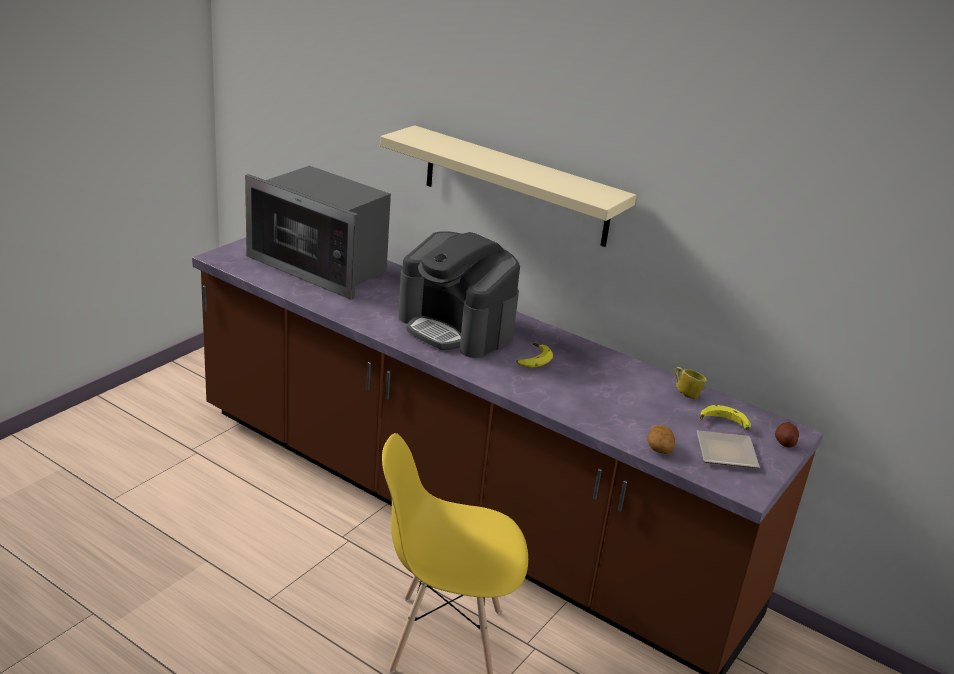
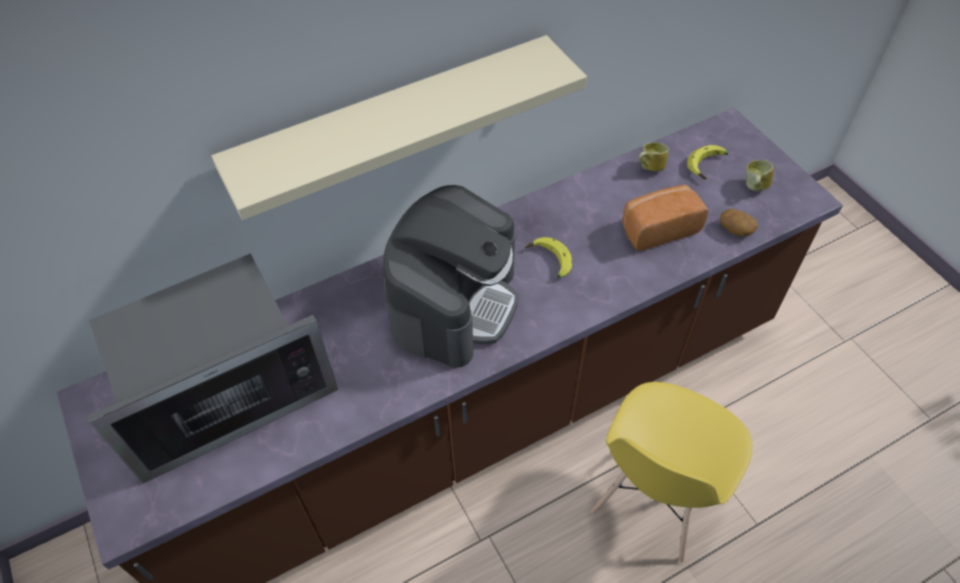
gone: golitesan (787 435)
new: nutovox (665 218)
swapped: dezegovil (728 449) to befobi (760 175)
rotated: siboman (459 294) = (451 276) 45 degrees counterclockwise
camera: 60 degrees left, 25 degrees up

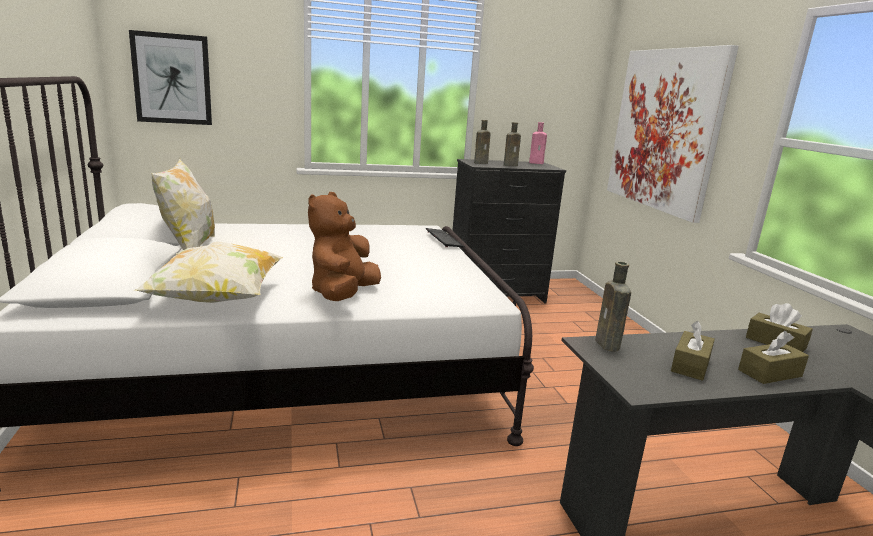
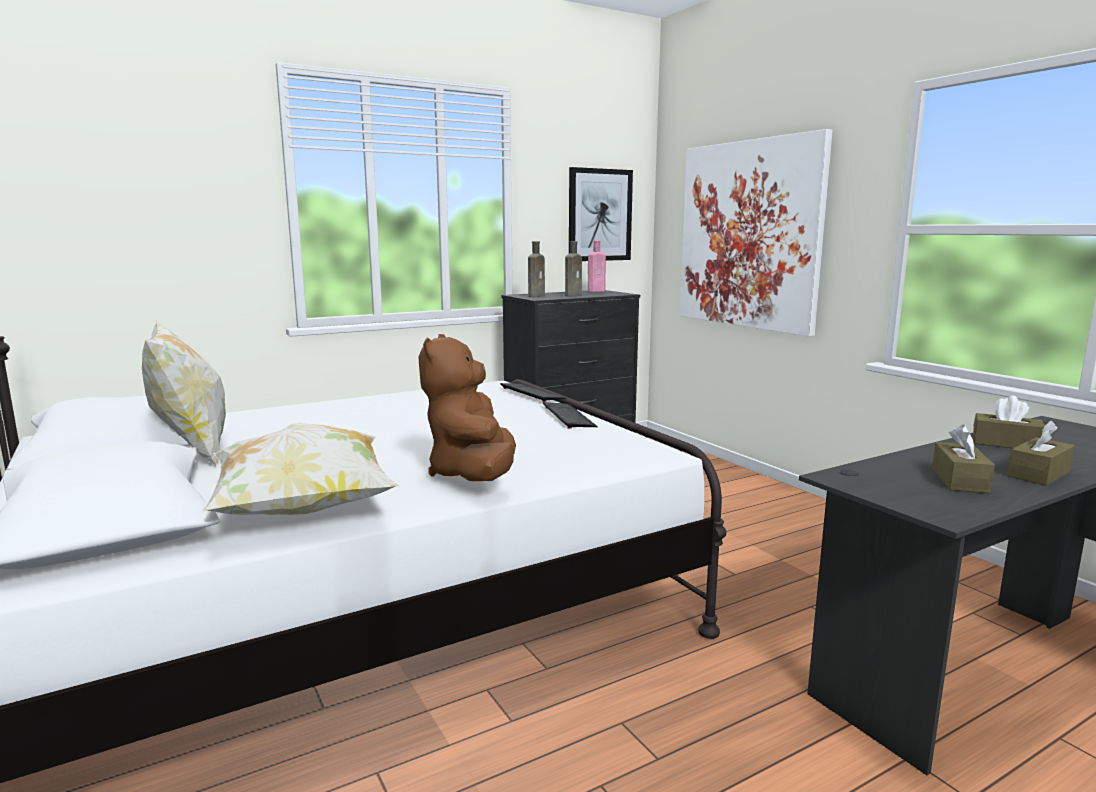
gone: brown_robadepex (613 306)
new: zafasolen (570 415)
shifted: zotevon (170 77) to (601 214)
camera: 15 degrees left, 5 degrees down

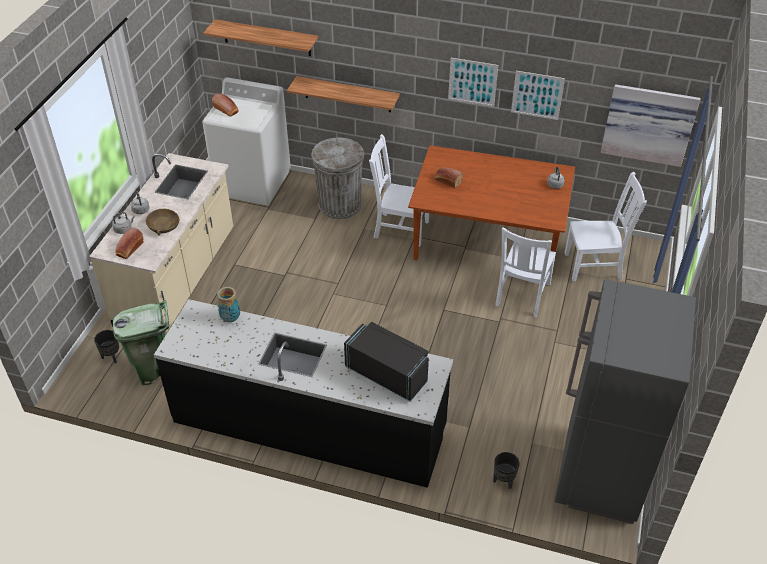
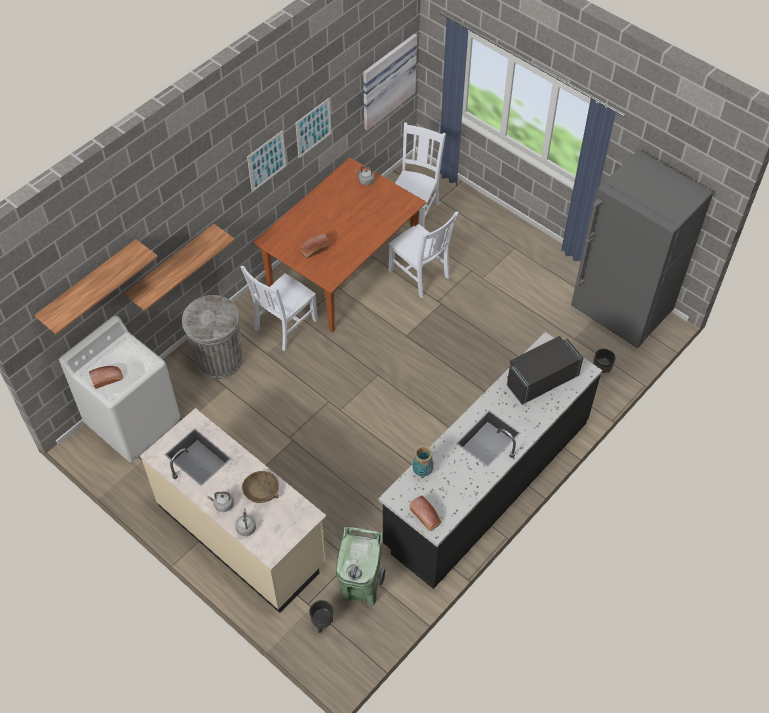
shifted: nutovox (129 243) to (425 513)
camera: 65 degrees left, 10 degrees up

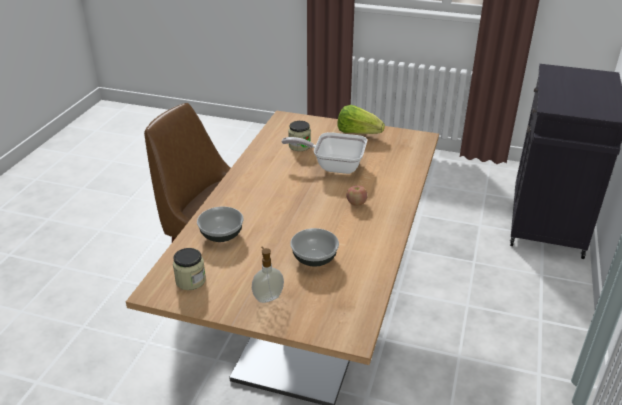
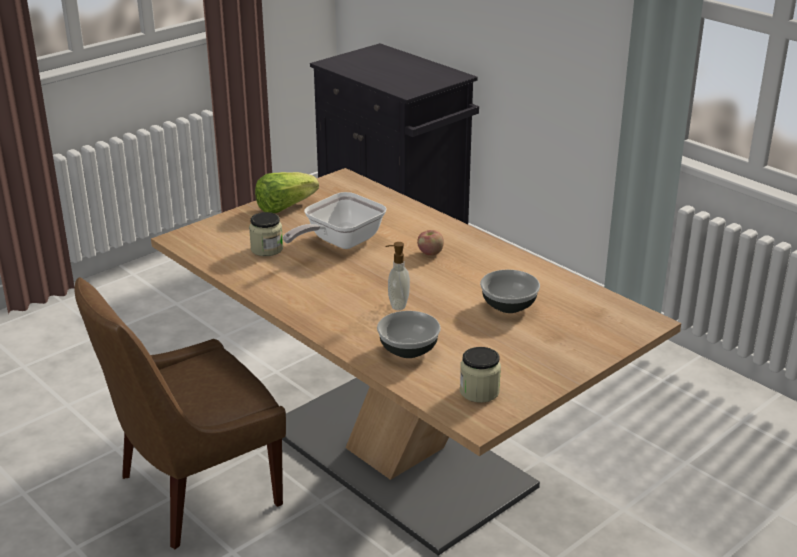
shifted: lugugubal (268 274) to (397 276)
camera: 60 degrees left, 5 degrees down

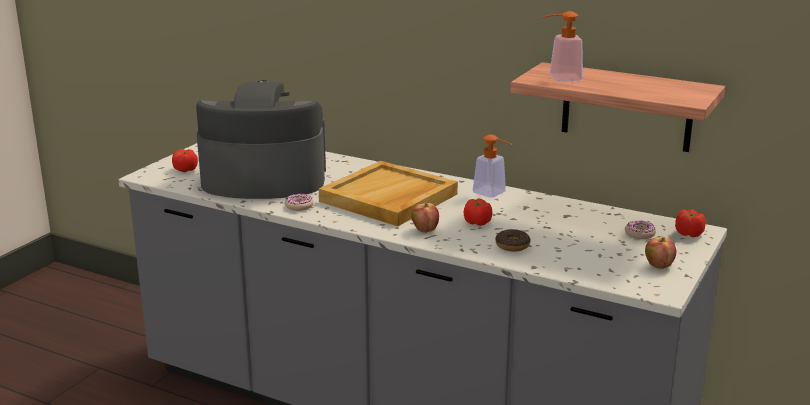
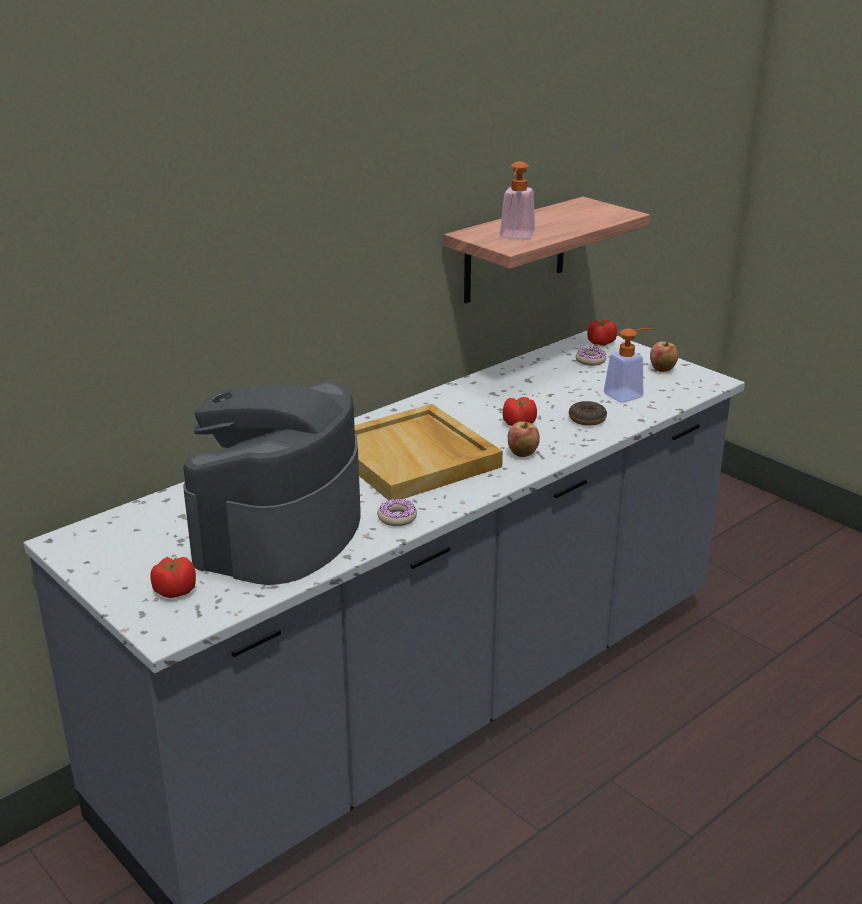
shifted: lugugubal (492 166) to (628 365)
camera: 70 degrees left, 5 degrees up

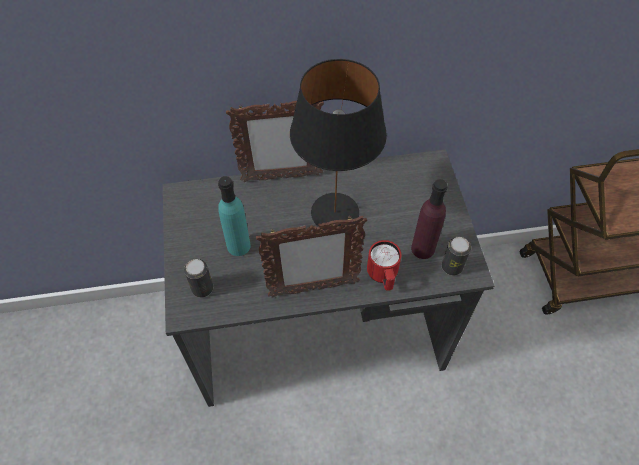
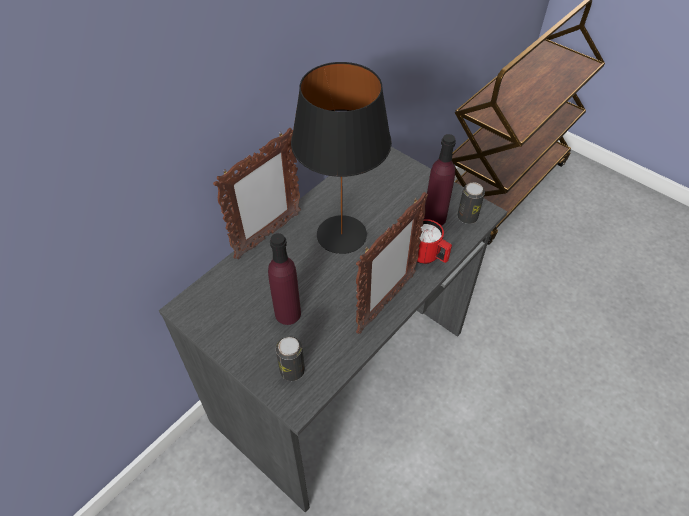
repainted: turquoise_robadepex (234 216) to purple_robadepex (284 279)
camera: 40 degrees left, 5 degrees down

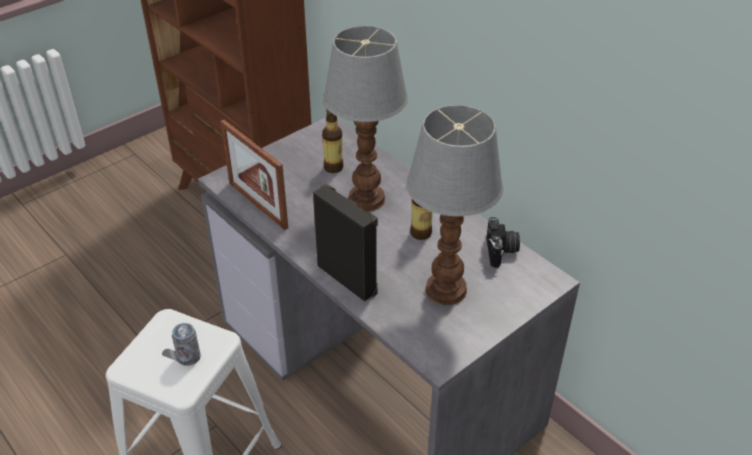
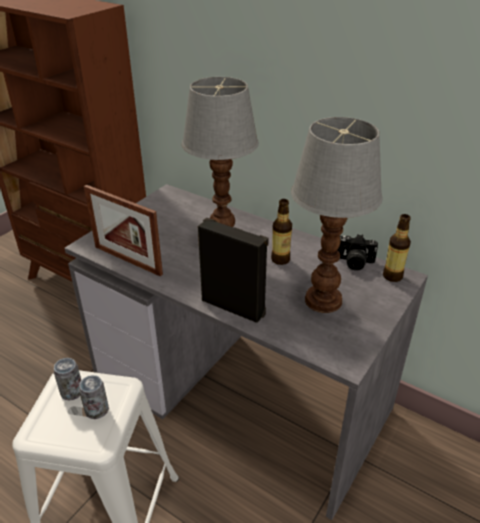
new: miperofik (67 379)
shifted: robadepex (333 141) to (397 248)
rotated: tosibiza (503 242) = (358 252) 120 degrees clockwise
camera: 15 degrees left, 5 degrees down

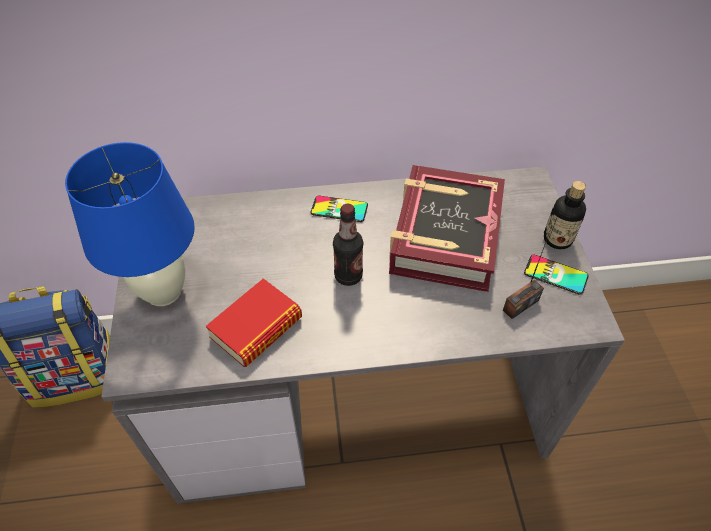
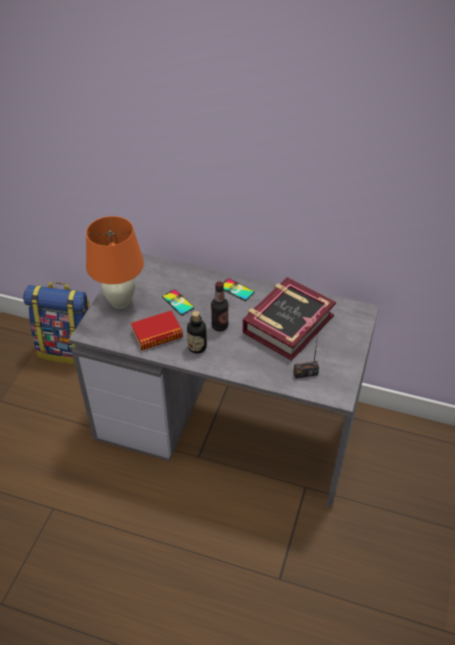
shifted: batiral (556 274) to (178 302); robadepex (565 215) to (197 332)
repainted: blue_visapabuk (130 224) to orange_visapabuk (115 262)
camera: 25 degrees right, 5 degrees down

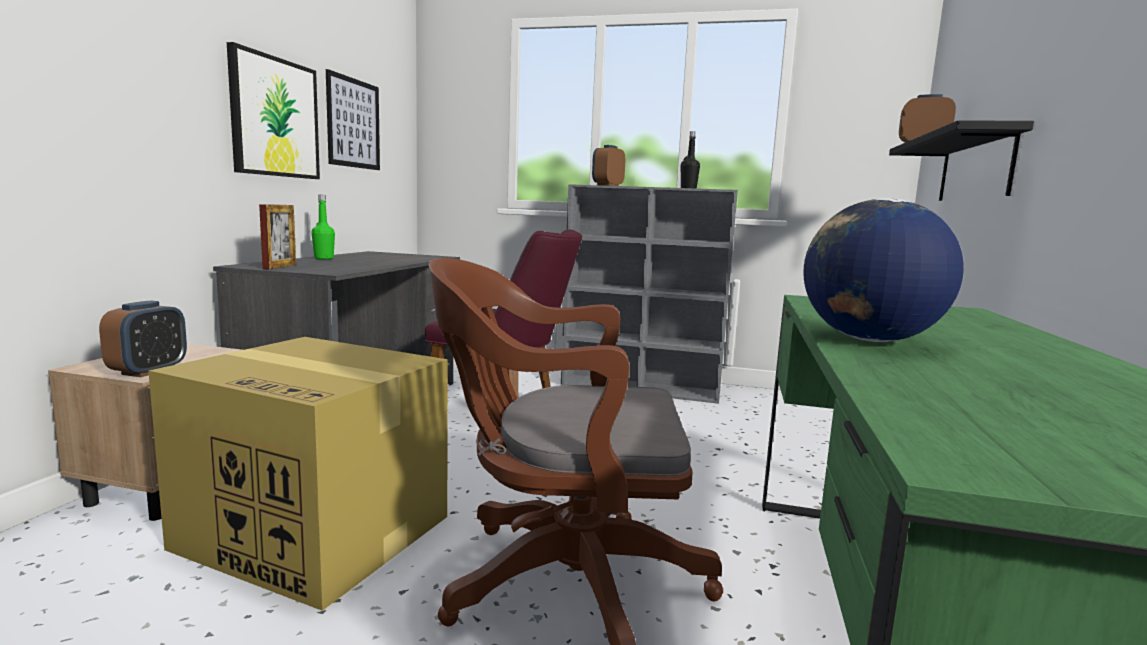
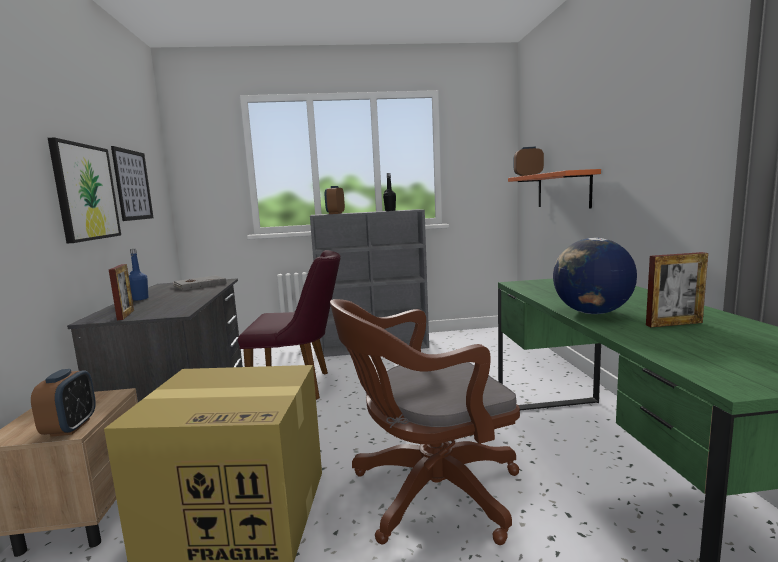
new: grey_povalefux (199 283); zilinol (677 289)
repainted: green_robadepex (323 226) to blue_robadepex (139 274); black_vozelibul (961 160) to orange_vozelibul (554 189)
camera: 20 degrees left, 0 degrees up

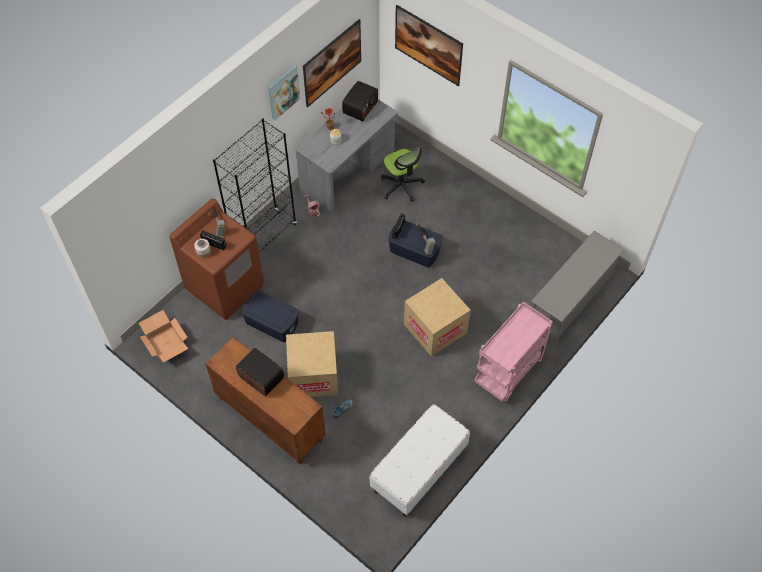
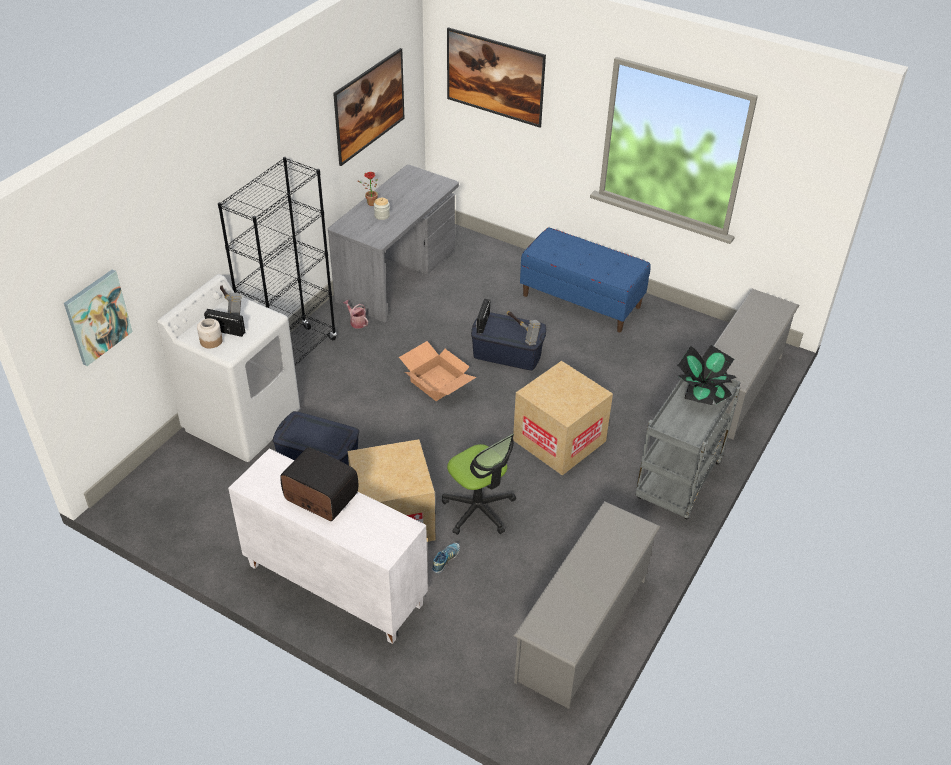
gone: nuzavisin (360 101)
new: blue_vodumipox (585 279); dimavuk (707 375)
shifted: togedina (163 336) to (437 371); zotevon (284 92) to (98 317); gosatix (403 174) to (479 484)
swapped: white_vodumipox (419 460) to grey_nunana (587 605)
repainted: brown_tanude (216 259) to white_tanude (228 368); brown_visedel (265 400) to white_visedel (328 546); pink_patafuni (513 352) to grey_patafuni (688 446)
camera: 10 degrees left, 15 degrees down

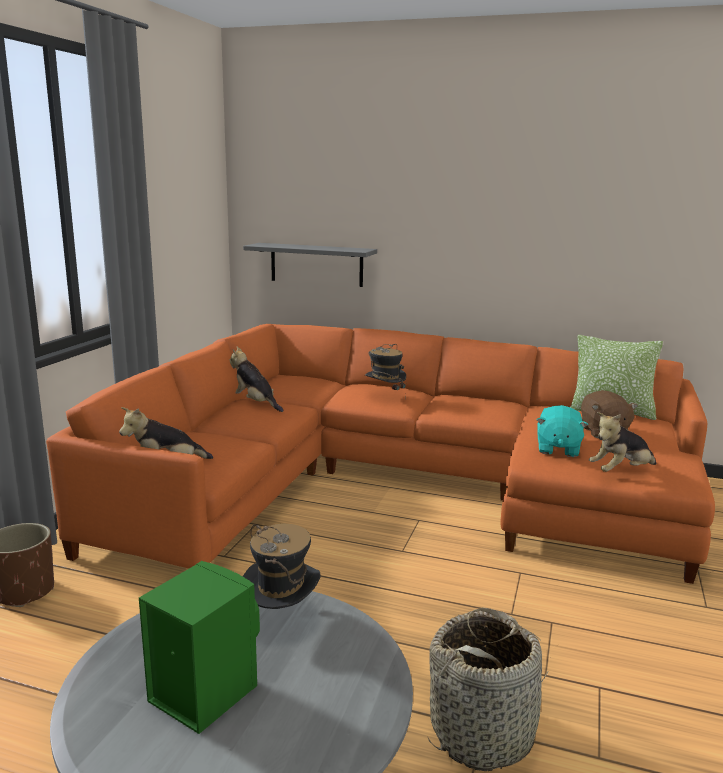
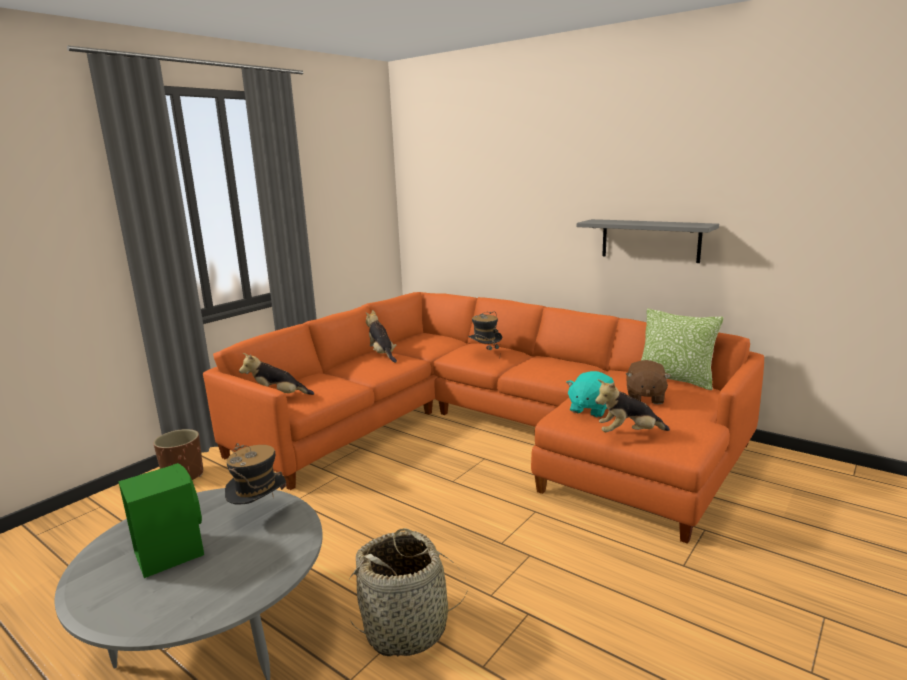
shifted: grey_vozelibul (310 265) to (648 241)
camera: 20 degrees right, 0 degrees up

